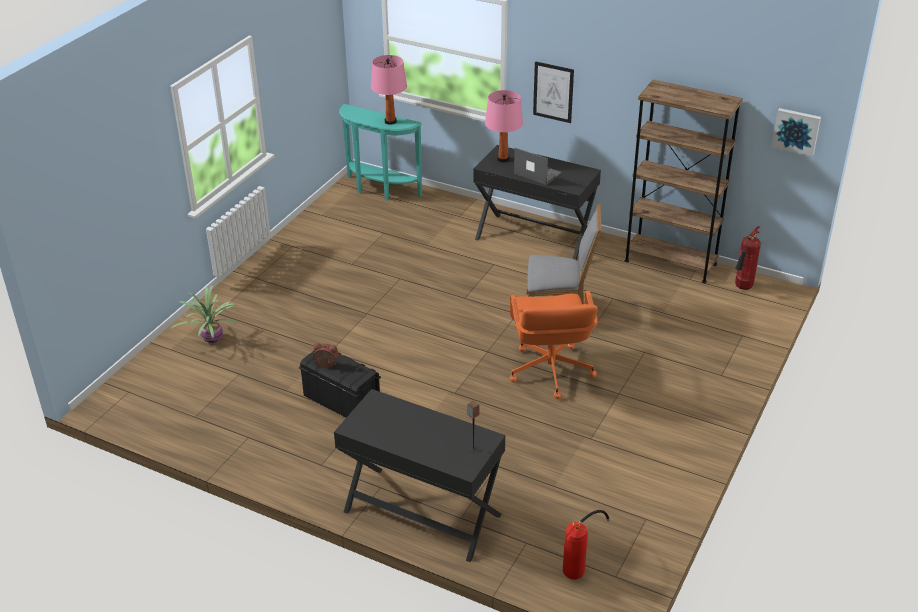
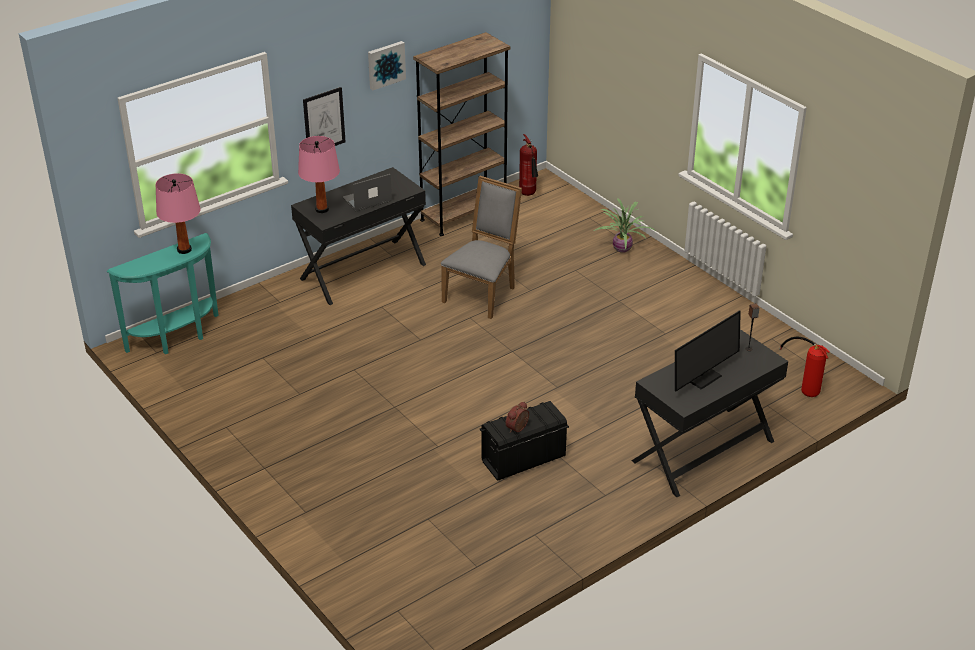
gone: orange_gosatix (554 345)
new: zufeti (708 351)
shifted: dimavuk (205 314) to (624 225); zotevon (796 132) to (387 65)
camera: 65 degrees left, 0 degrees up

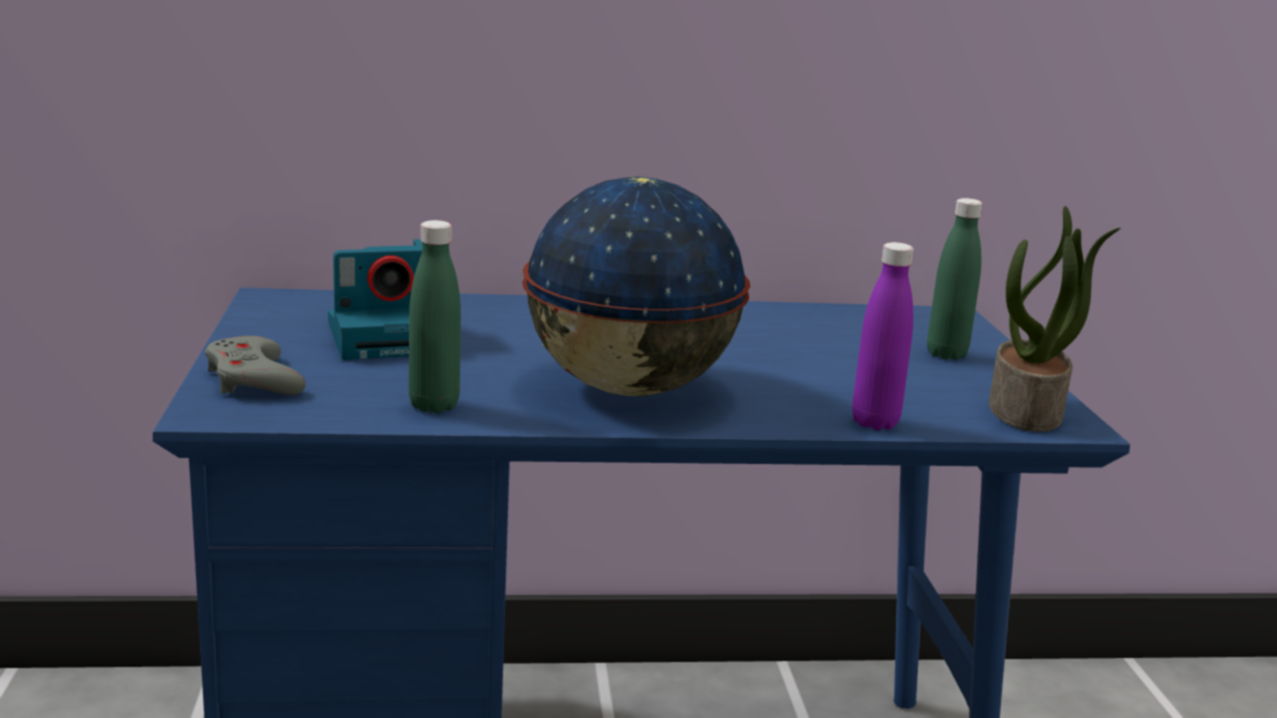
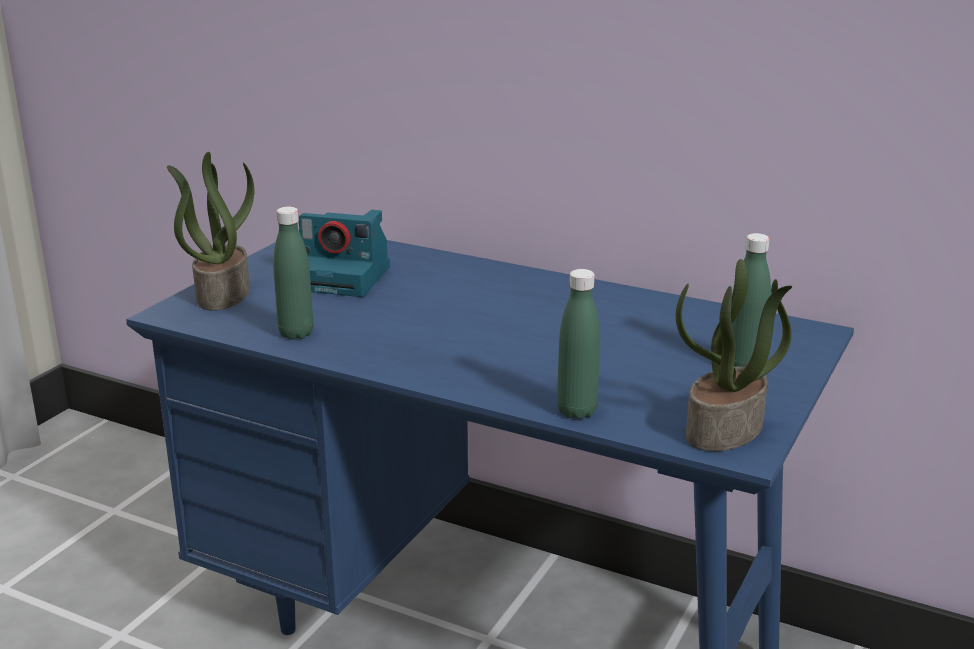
gone: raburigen (636 286)
swapped: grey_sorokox (255 365) to dimavuk (210 231)
repainted: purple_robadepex (883 336) to green_robadepex (578 344)
camera: 35 degrees right, 5 degrees up

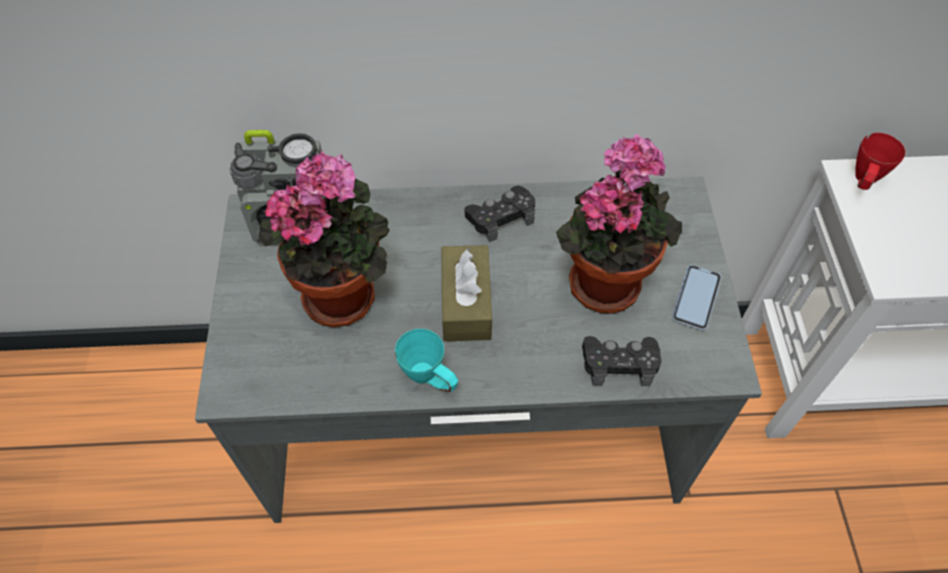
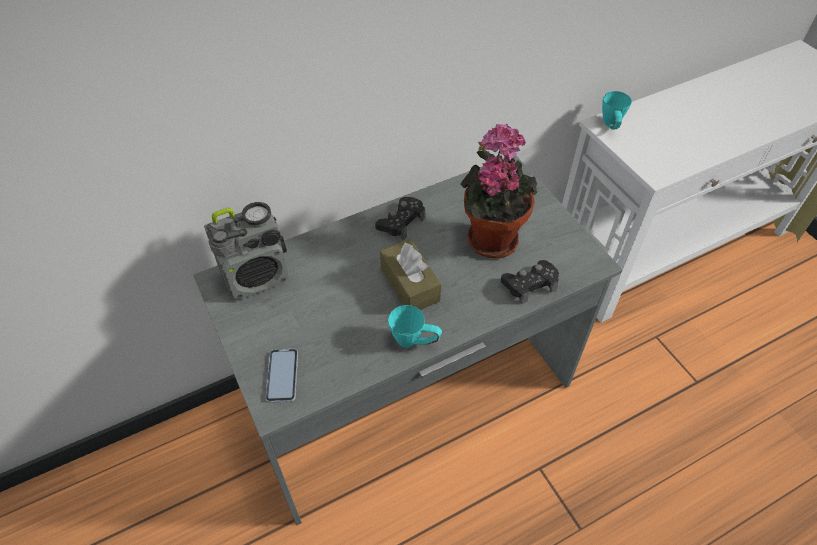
gone: dimavuk (324 238)
shifted: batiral (697 298) to (282 376)
repainted: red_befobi (880 161) to turquoise_befobi (617 110)
camera: 25 degrees left, 5 degrees down

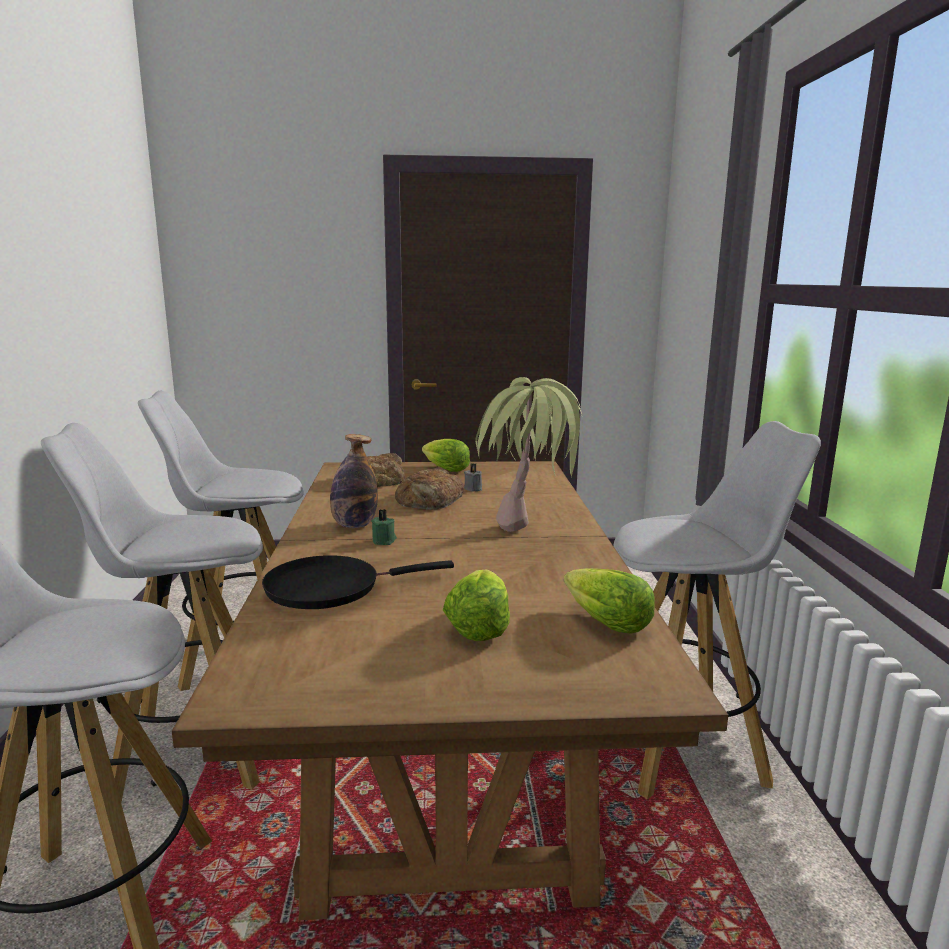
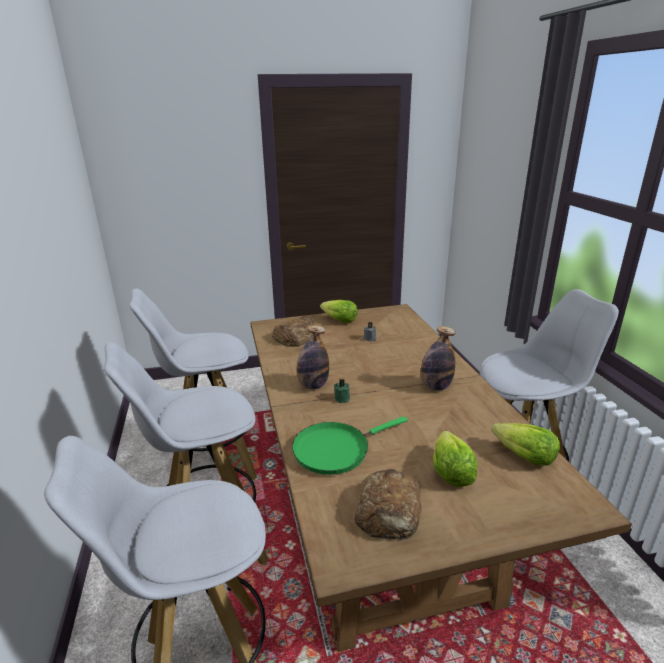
shifted: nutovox (429 489) to (388 504)
swapped: dimavuk (530 454) to robadepex (438 358)
repainted: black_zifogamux (358 582) to green_zifogamux (350 445)
camera: 10 degrees left, 10 degrees up

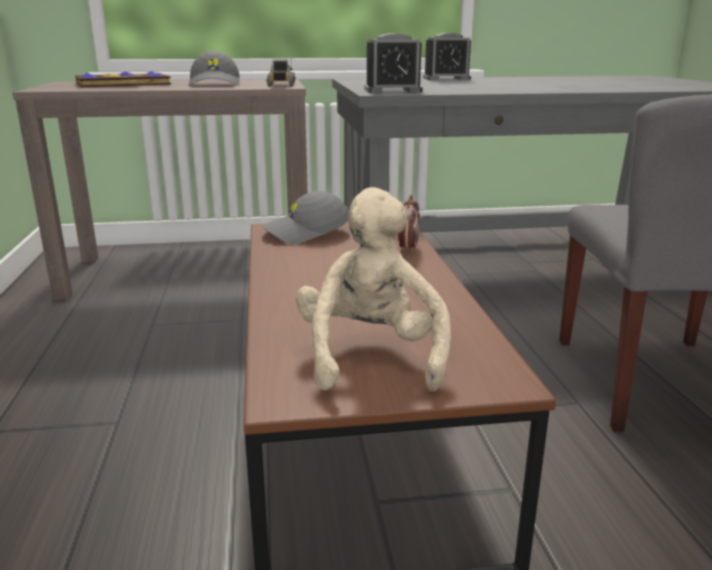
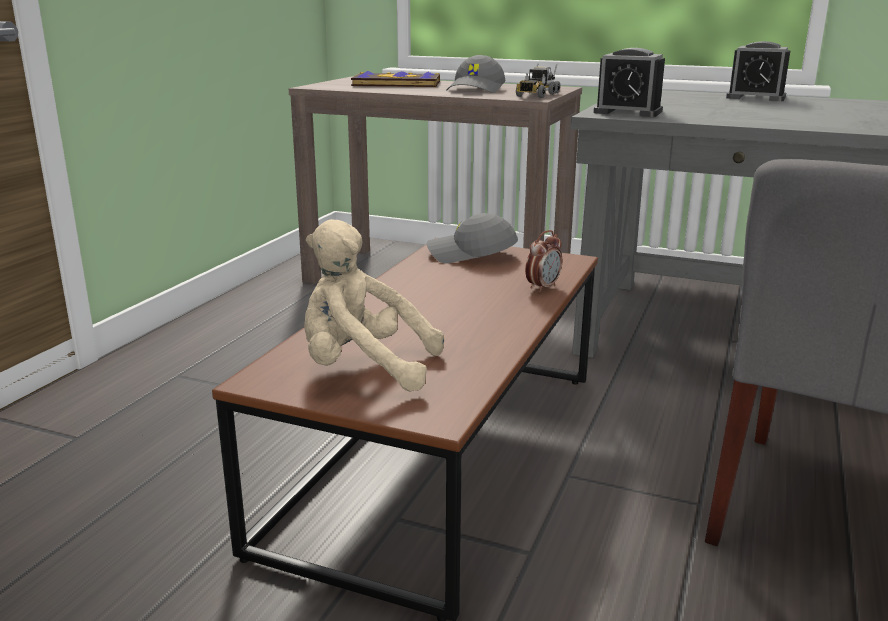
rotated: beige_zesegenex (373 289) = (374 305) 105 degrees counterclockwise
camera: 30 degrees right, 0 degrees up

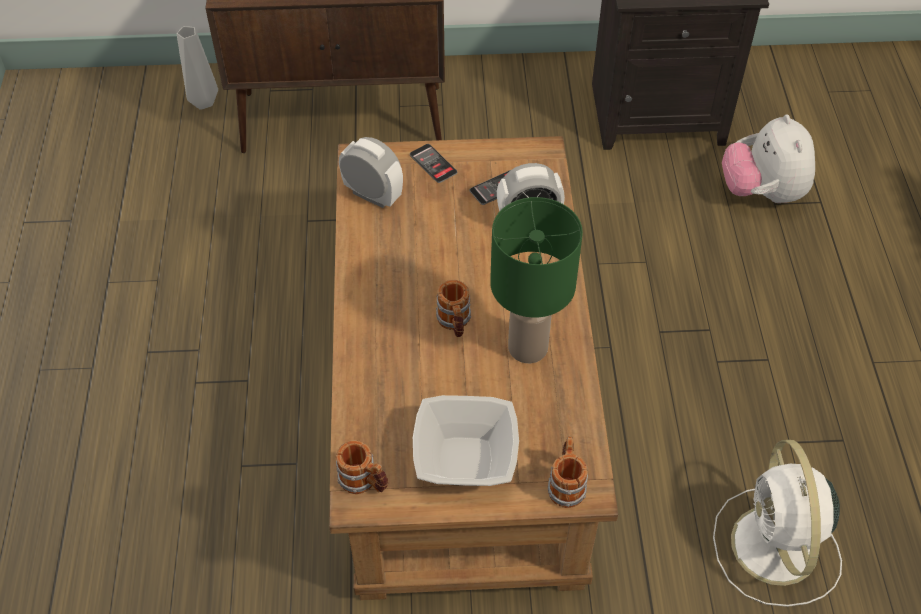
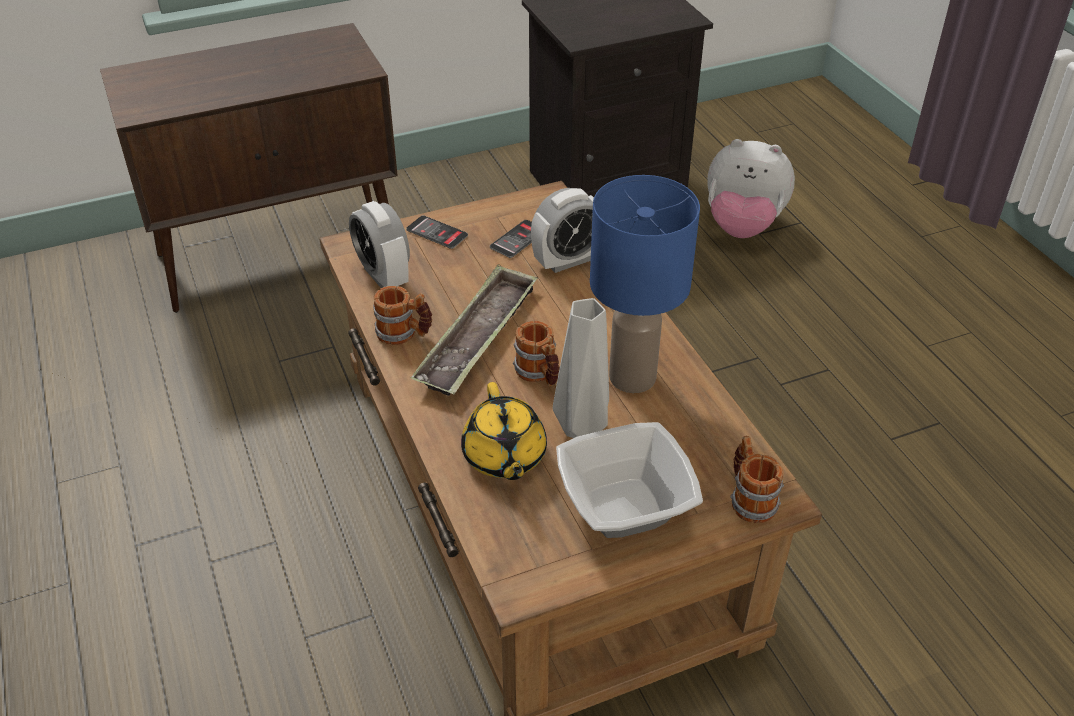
gone: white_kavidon (777 523)
new: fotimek (474 330); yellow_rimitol (504 431)
shifted: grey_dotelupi (197 68) to (581 368); befobi (362 467) to (402 315)
repainted: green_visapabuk (536 280) to blue_visapabuk (645 284)
rotated: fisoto (371 172) = (379 244) 135 degrees counterclockwise; zesegenex (768 158) = (751 188) 45 degrees counterclockwise
camera: 20 degrees left, 10 degrees down

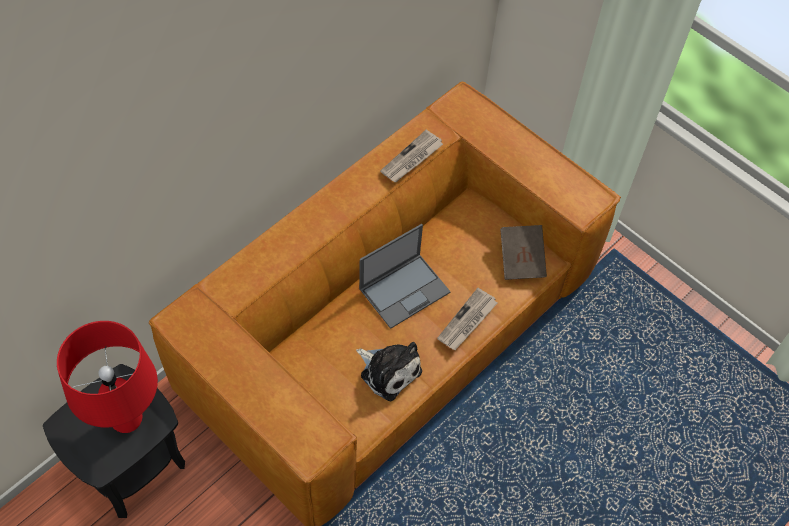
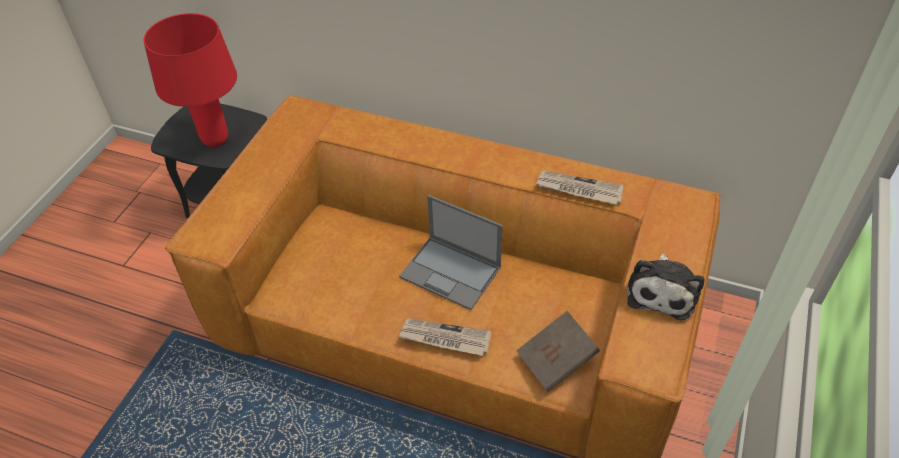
shifted: zesegenex (389 371) to (665 287)
camera: 70 degrees right, 10 degrees down

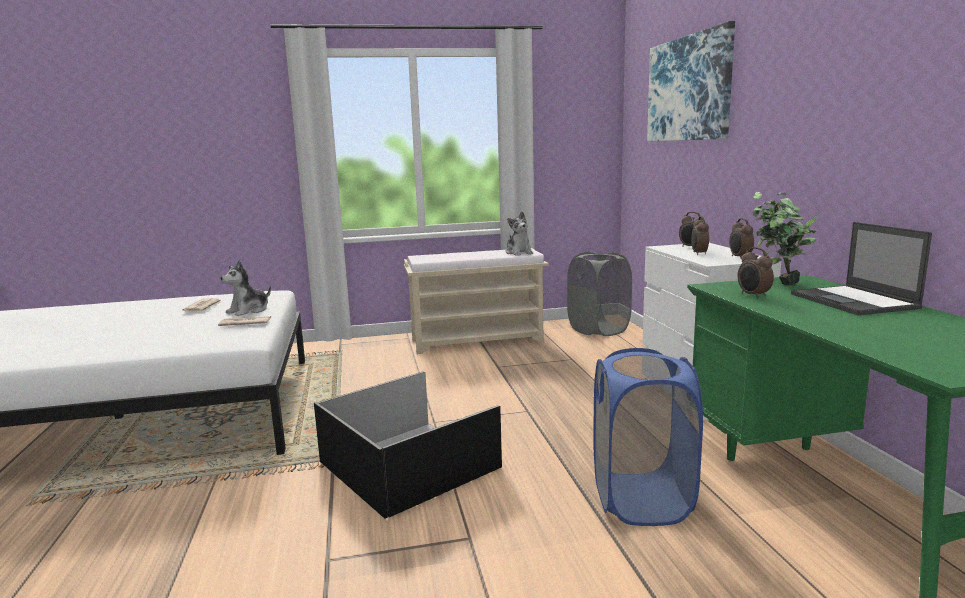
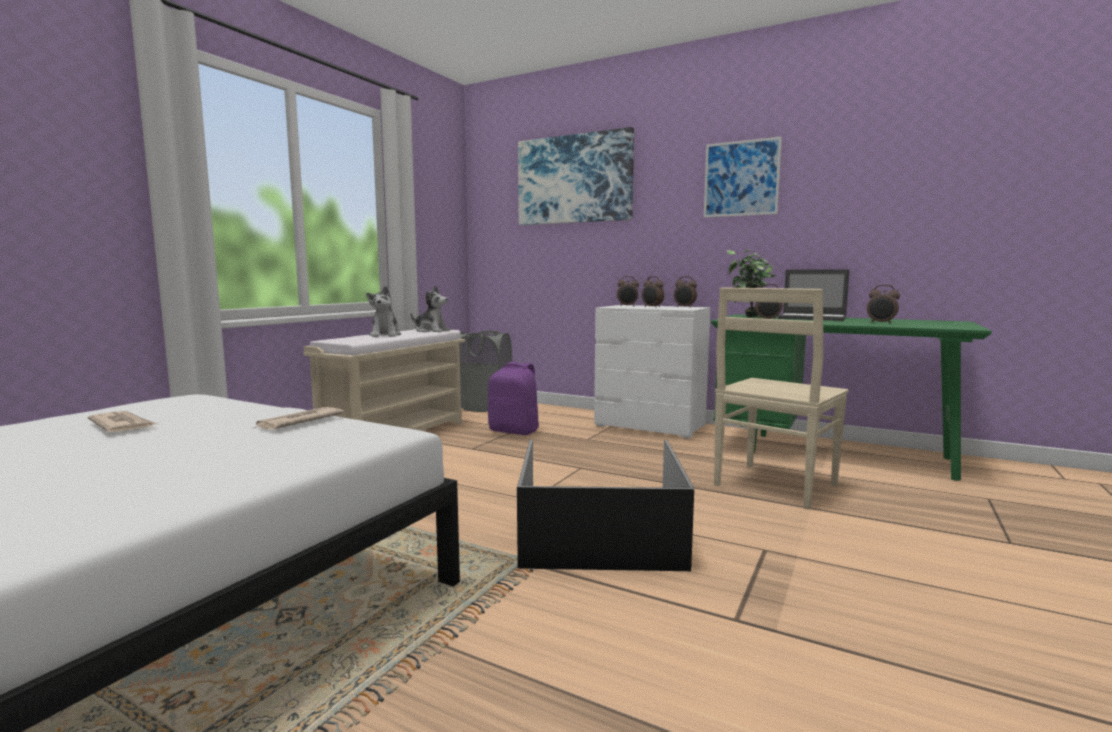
new: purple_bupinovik (513 398); zotevon (743 177); fisoto (883 304)
shifted: zesegenex (246 288) to (383 311)
swapped: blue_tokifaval (648 437) to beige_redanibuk (781 398)
camera: 50 degrees left, 5 degrees down

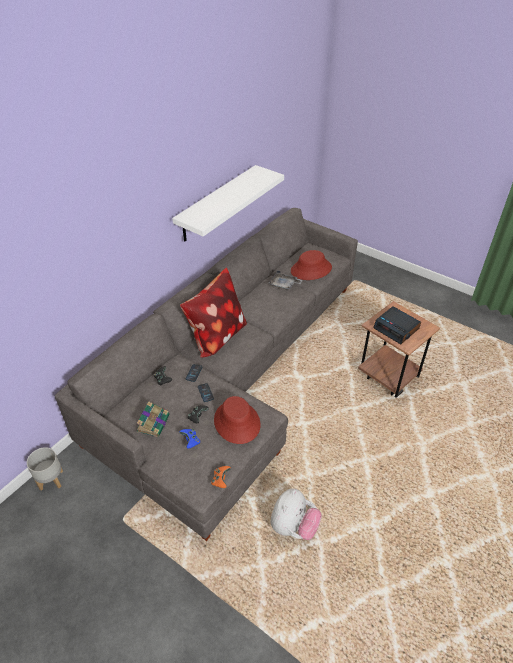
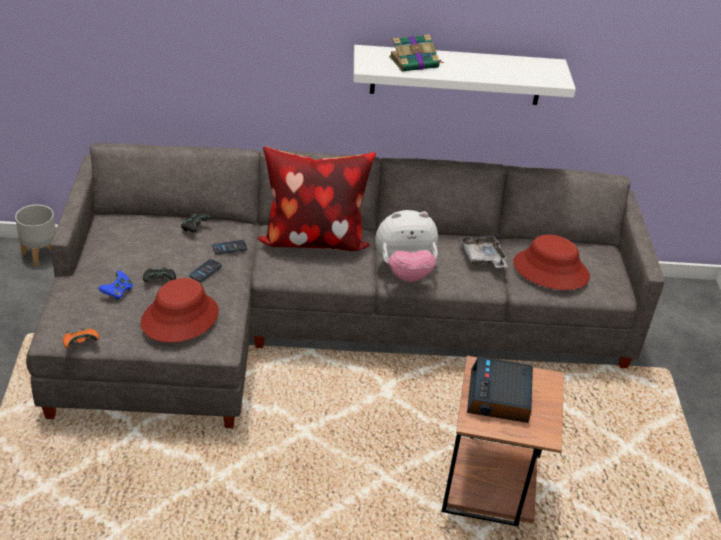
shifted: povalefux (153 419) to (416 53); zesegenex (296 514) to (406 246)
camera: 50 degrees right, 5 degrees down

